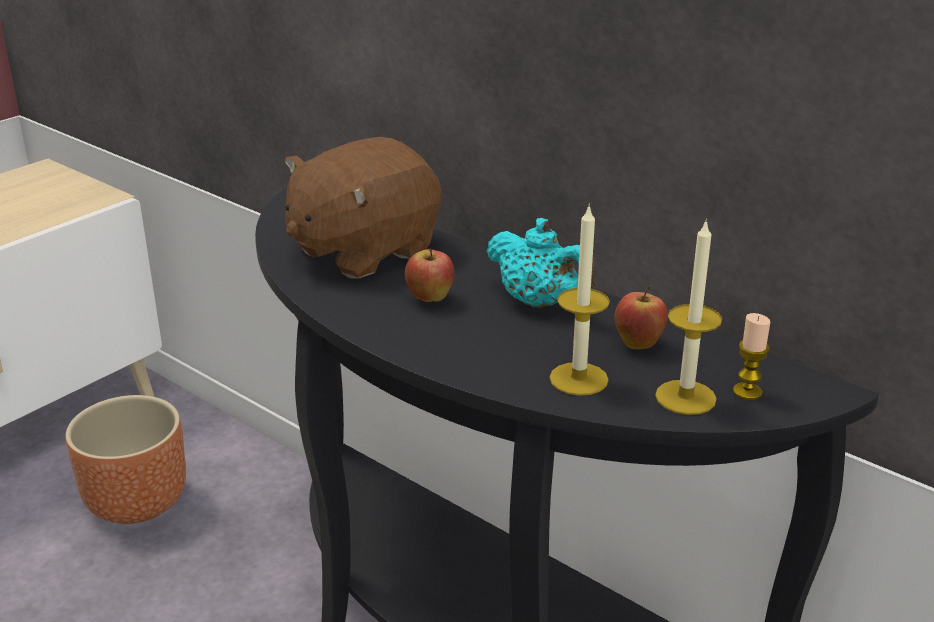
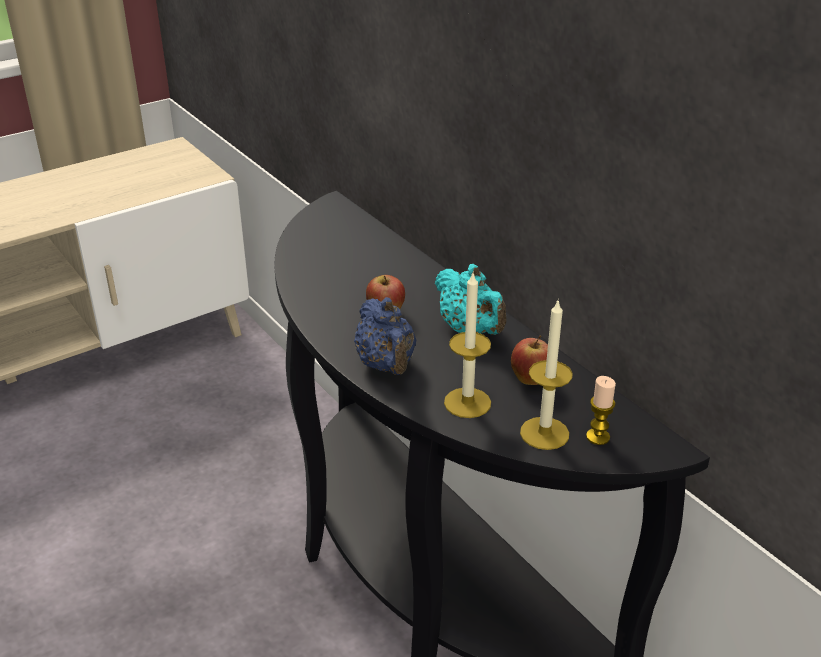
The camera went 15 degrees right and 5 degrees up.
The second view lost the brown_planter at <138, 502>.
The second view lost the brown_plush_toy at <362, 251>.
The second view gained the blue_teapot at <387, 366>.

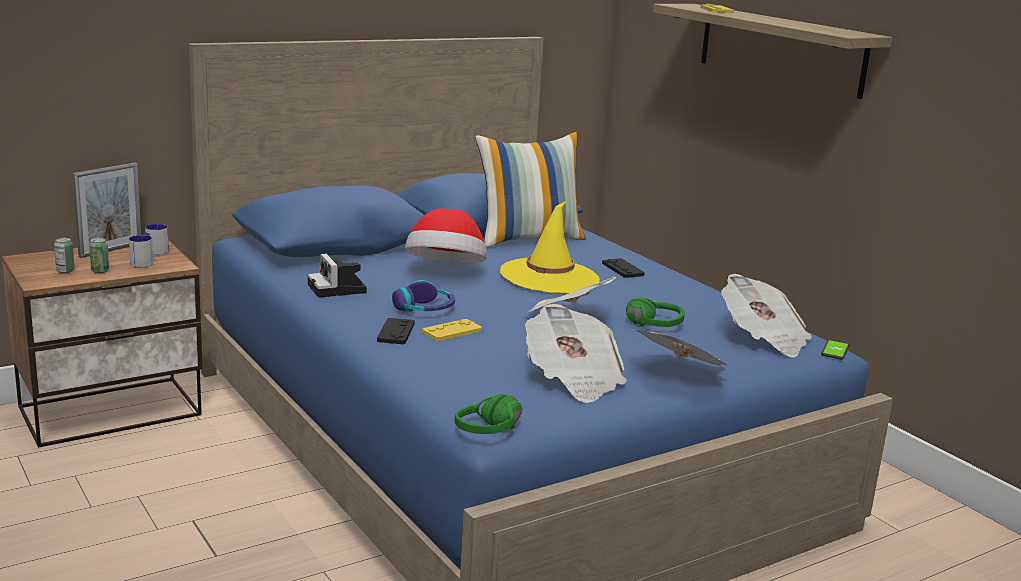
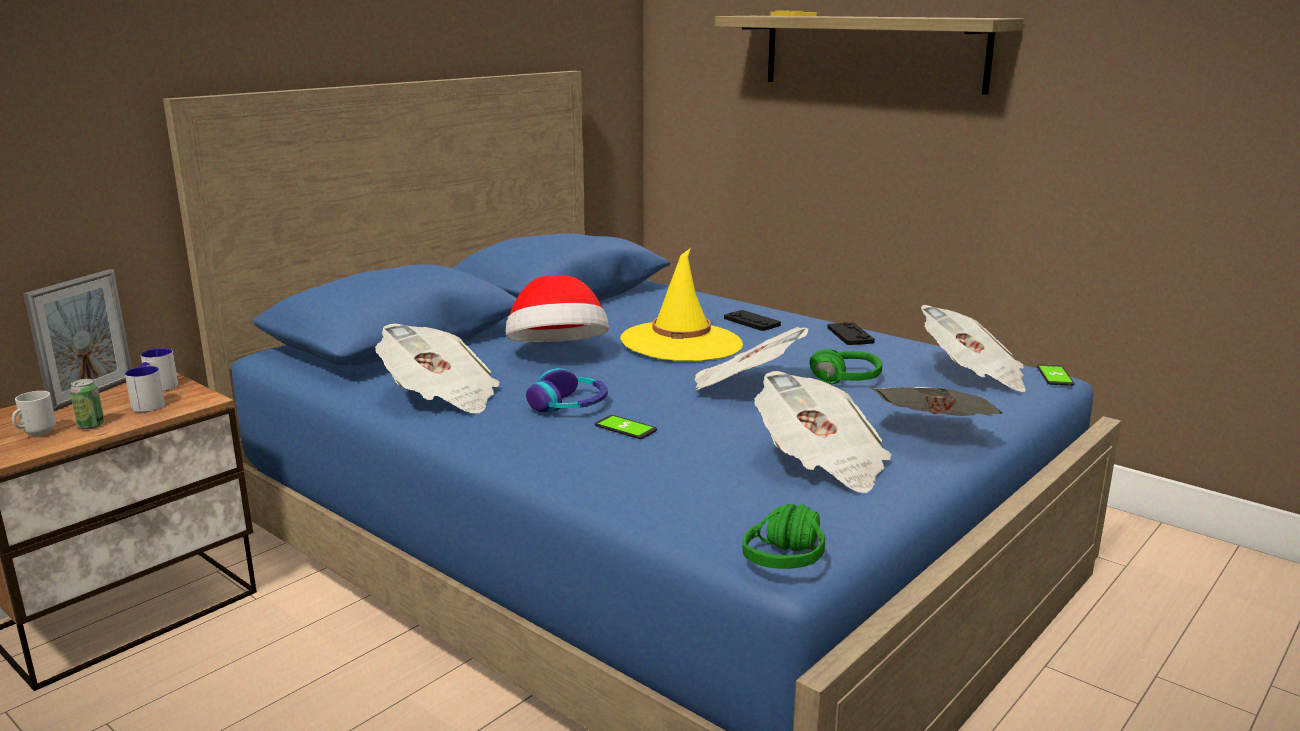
The camera went 15 degrees left and 0 degrees up.
Where the can stood at <65, 271>, the mug came to stand at <37, 434>.
Where the photo_camera stood at <338, 289>, the newspaper came to stand at <442, 397>.
The black_game_controller ended up elsewhere, having gone from <396, 332> to <850, 335>.
Where the yellow_game_controller stood at <452, 331>, the phone came to stand at <625, 428>.
The second view lost the pillow at <529, 238>.

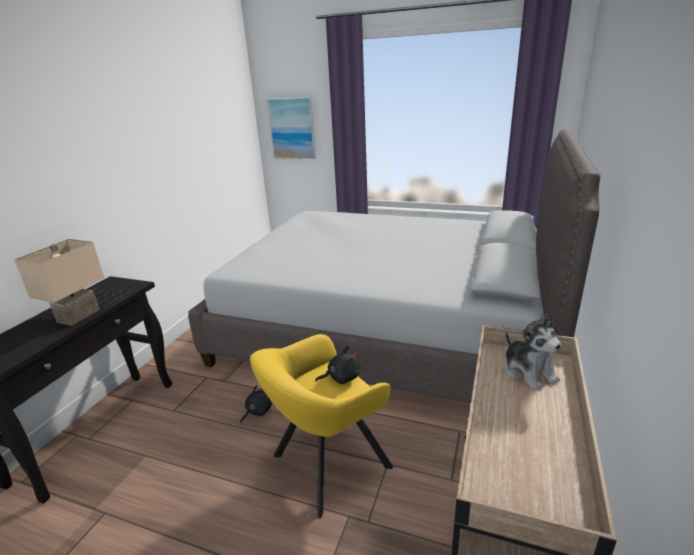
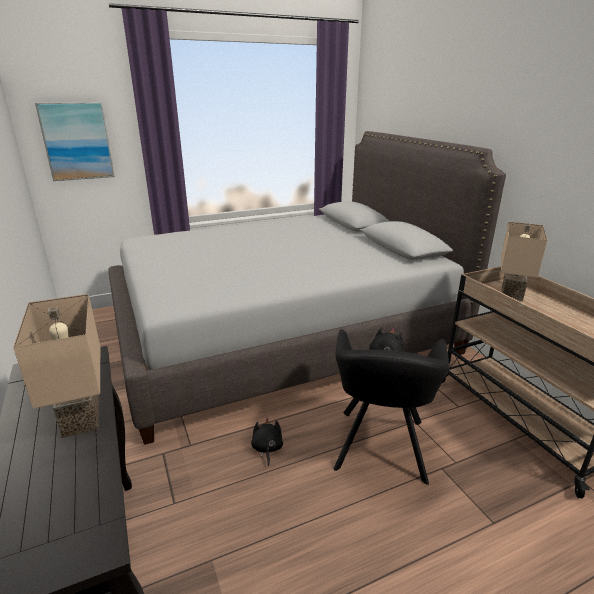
The camera went 45 degrees left and 0 degrees up.
What was the yellow_armchair at <326, 464> turned into the black_armchair at <380, 448>.
Where the plush_toy stood at <528, 372>, the beige_table_lamp came to stand at <510, 293>.

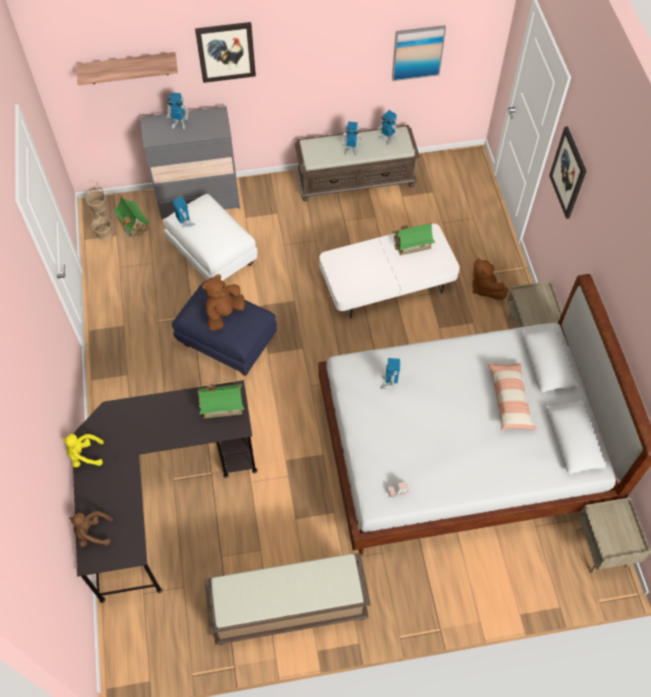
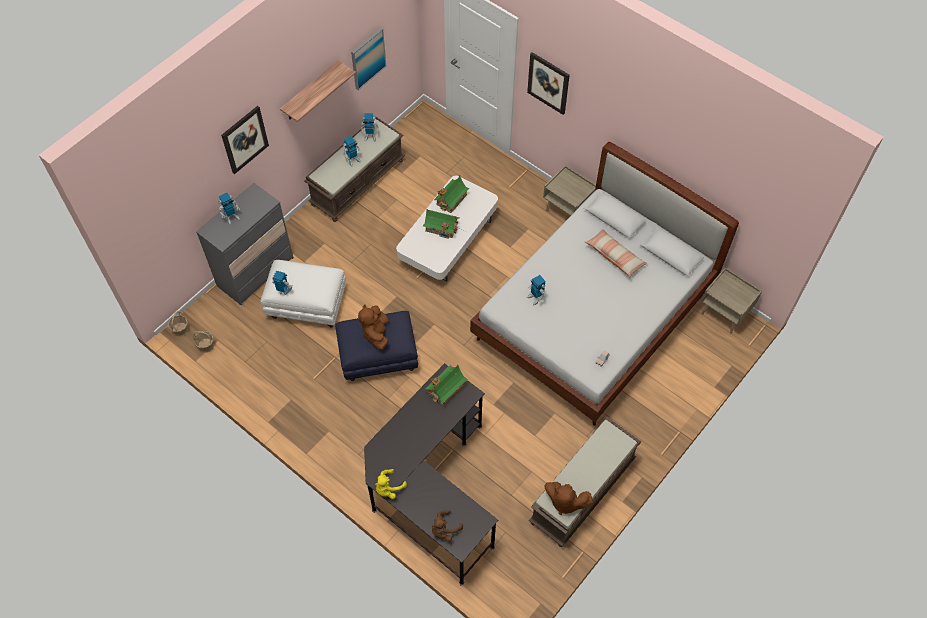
The camera went 40 degrees left and 0 degrees up.
The shelf ended up elsewhere, having gone from <128, 68> to <310, 92>.
The toy_house ended up elsewhere, having gone from <133, 223> to <441, 227>.
The brown_plush_toy ended up elsewhere, having gone from <484, 288> to <565, 501>.

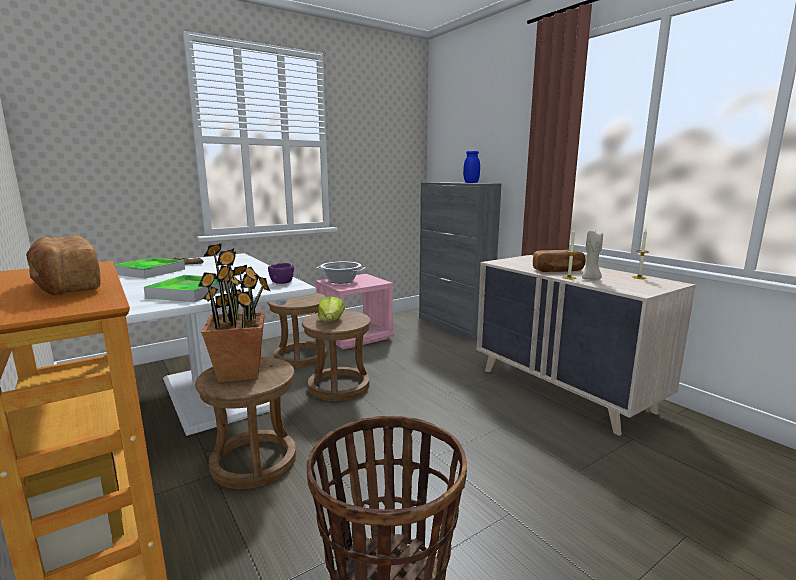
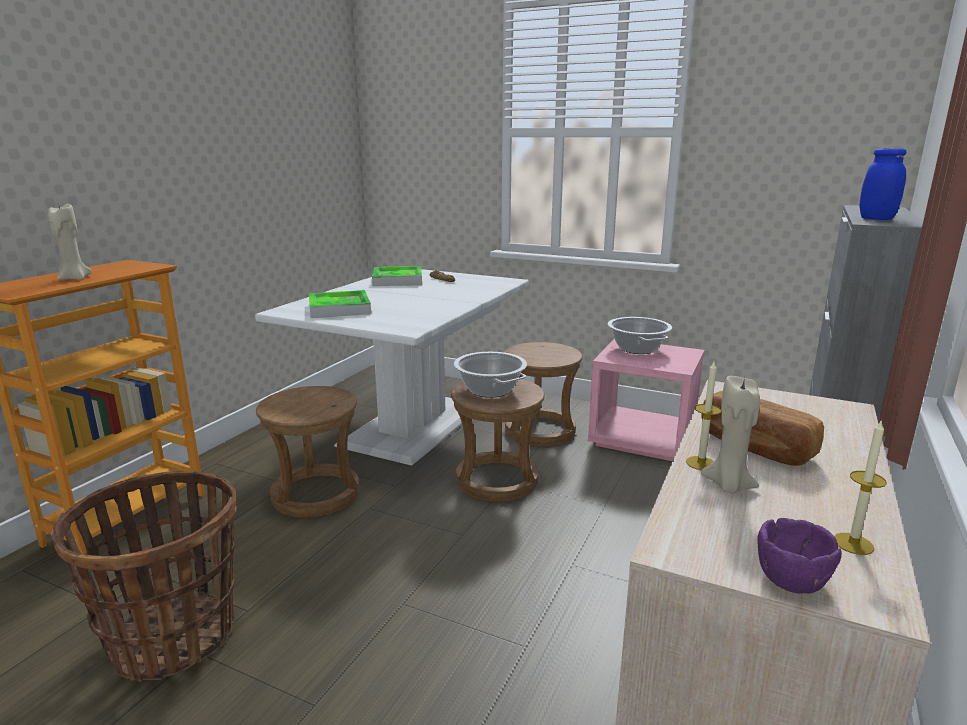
The camera went 60 degrees right and 5 degrees up.
Where the bread stood at <66, 286>, the beige_candle came to stand at <74, 278>.
The second view lost the potted_plant at <241, 372>.
The purple_bowl ended up elsewhere, having gone from <281, 282> to <790, 579>.
Where the lettuce stood at <331, 320>, the cooking_pot came to stand at <490, 390>.

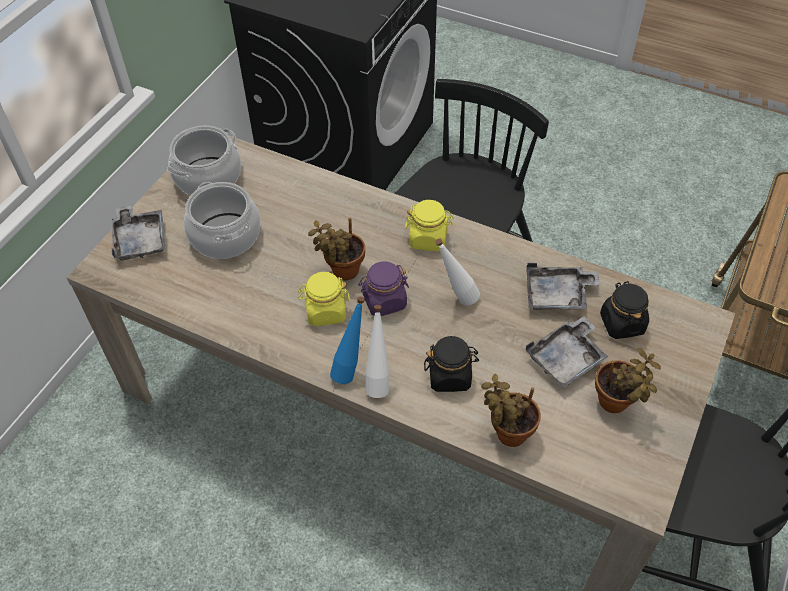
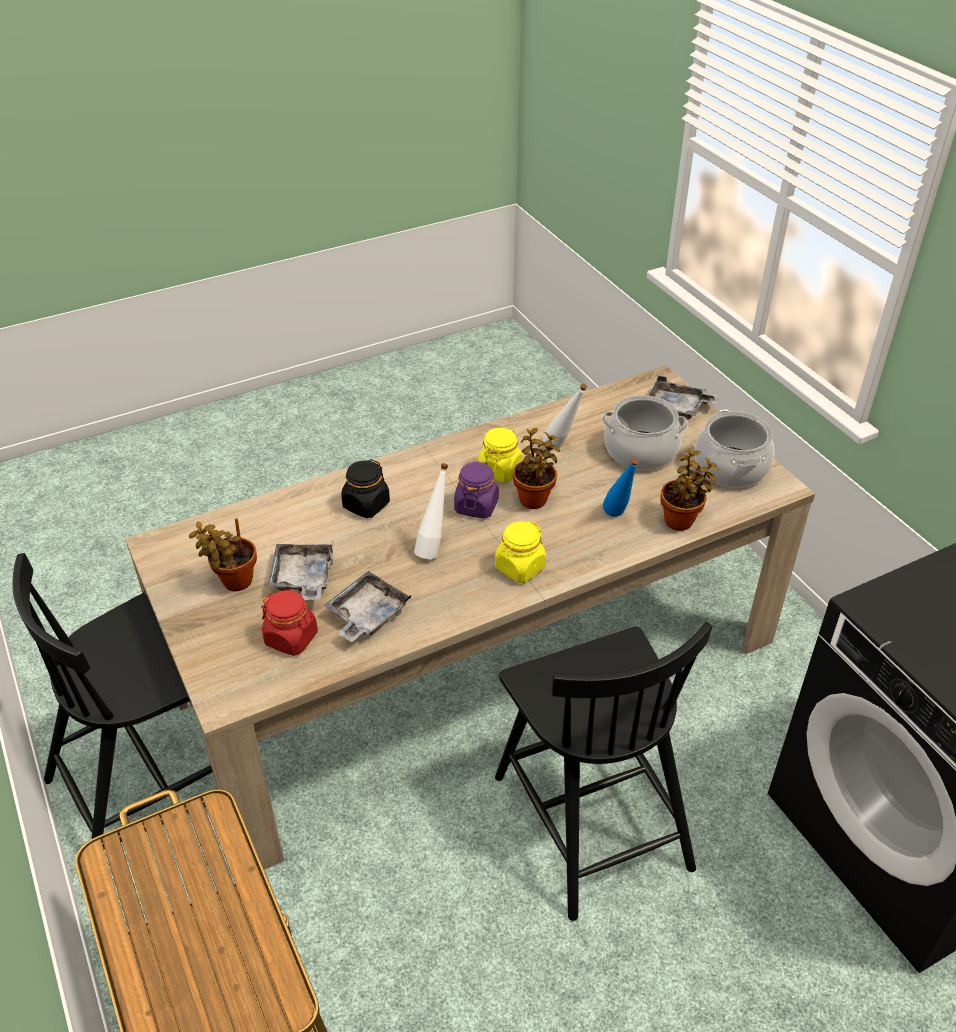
The camera went 125 degrees right and 10 degrees down.
The blue_bottle ended up elsewhere, having gone from <351, 369> to <618, 518>.
The white_bottle ended up elsewhere, having gone from <378, 381> to <562, 448>.
The potted_plant ended up elsewhere, having gone from <507, 433> to <681, 520>.
What was the black_jar at <621, 323> turned into the red_jar at <291, 638>.

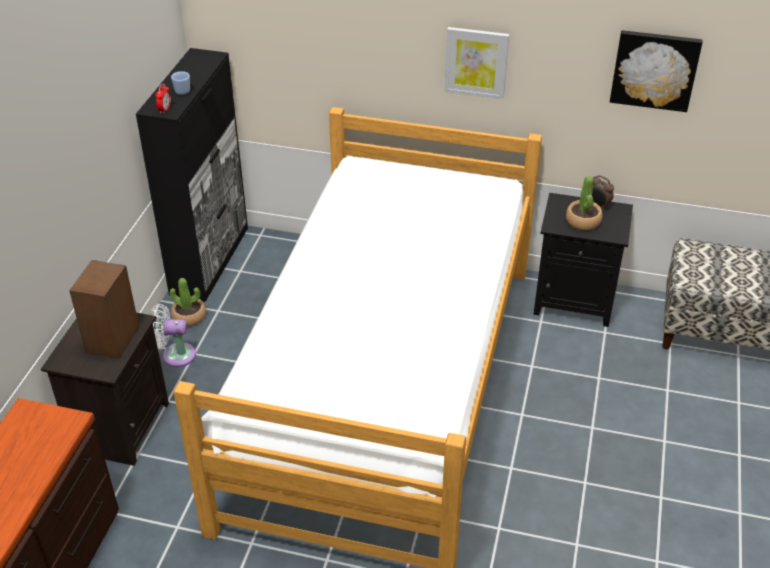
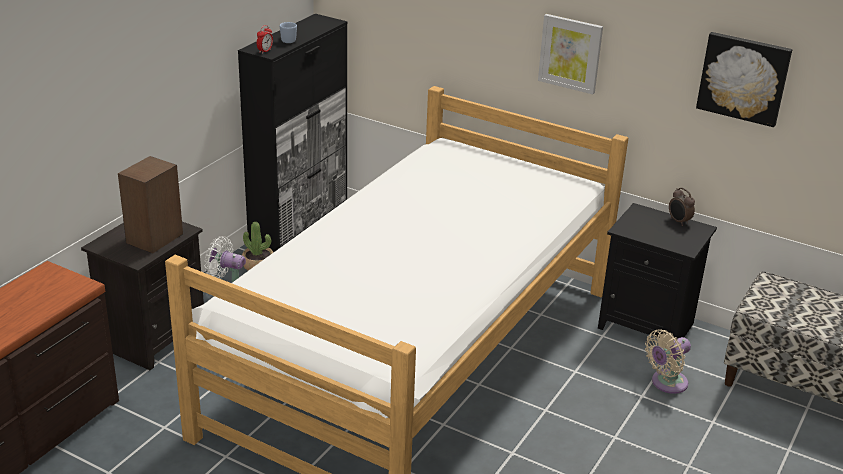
The camera went 15 degrees right and 10 degrees down.
The second view lost the potted_plant at <583, 221>.
The second view gained the beige_fan at <666, 383>.

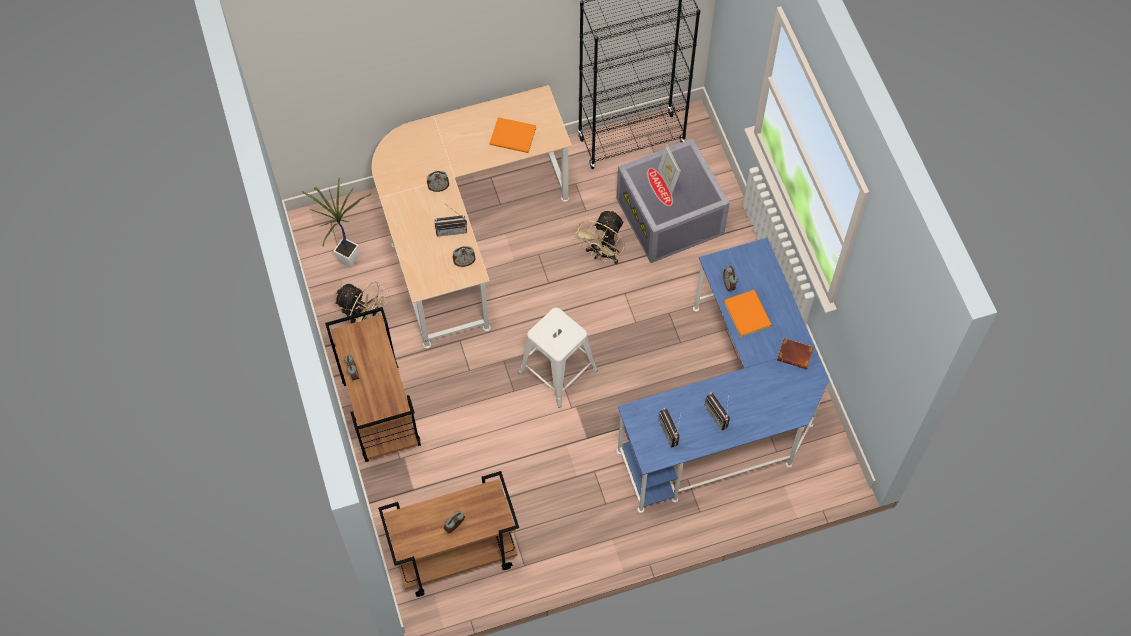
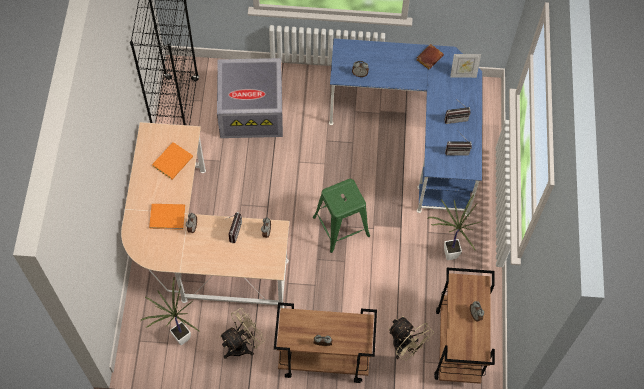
The camera went 70 degrees left and 0 degrees up.
What was the white_stool at <557, 371> turned into the green_stool at <341, 226>.
The beige_fan ended up elsewhere, having gone from <602, 254> to <405, 347>.
The picture_frame ended up elsewhere, having gone from <667, 181> to <463, 75>.
The orange_book ended up elsewhere, having gone from <748, 312> to <166, 216>.
The second view gained the potted_plant at <447, 254>.

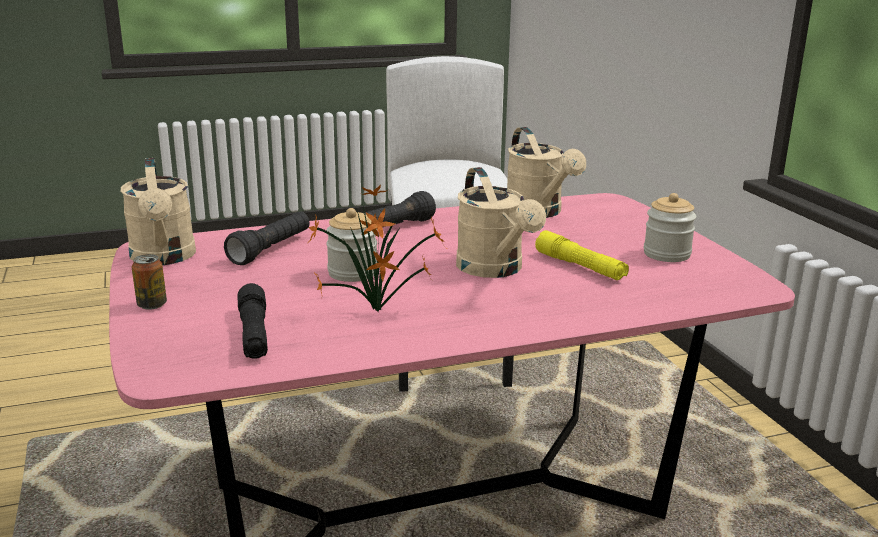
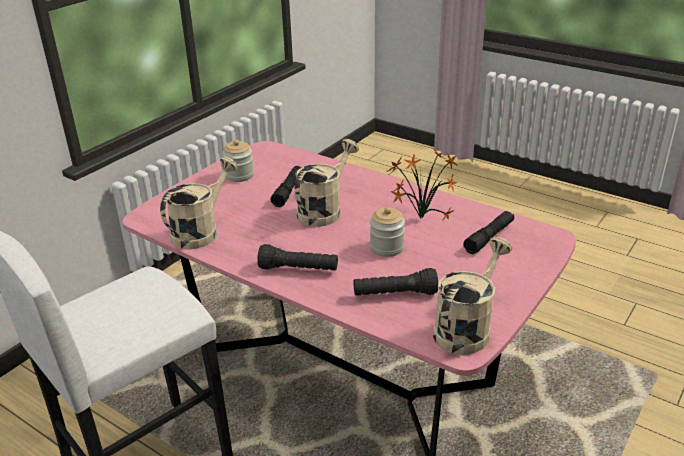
The camera went 125 degrees left and 10 degrees up.
The second view lost the can at <152, 305>.
What was the yellow_flashlight at <580, 267> turned into the black_flashlight at <288, 191>.

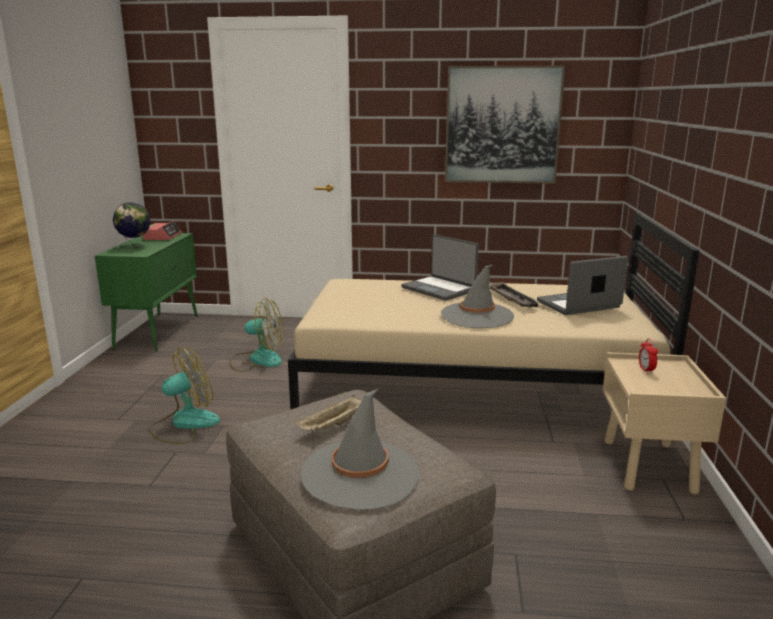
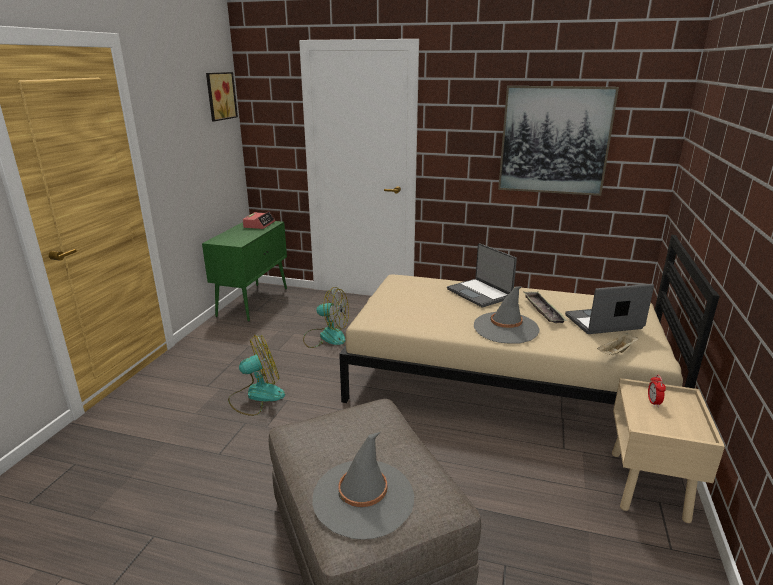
The camera went 10 degrees right and 5 degrees up.
The second view lost the globe at <135, 246>.
The beige_tray ended up elsewhere, having gone from <332, 426> to <616, 352>.
The second view gained the picture at <219, 96>.

